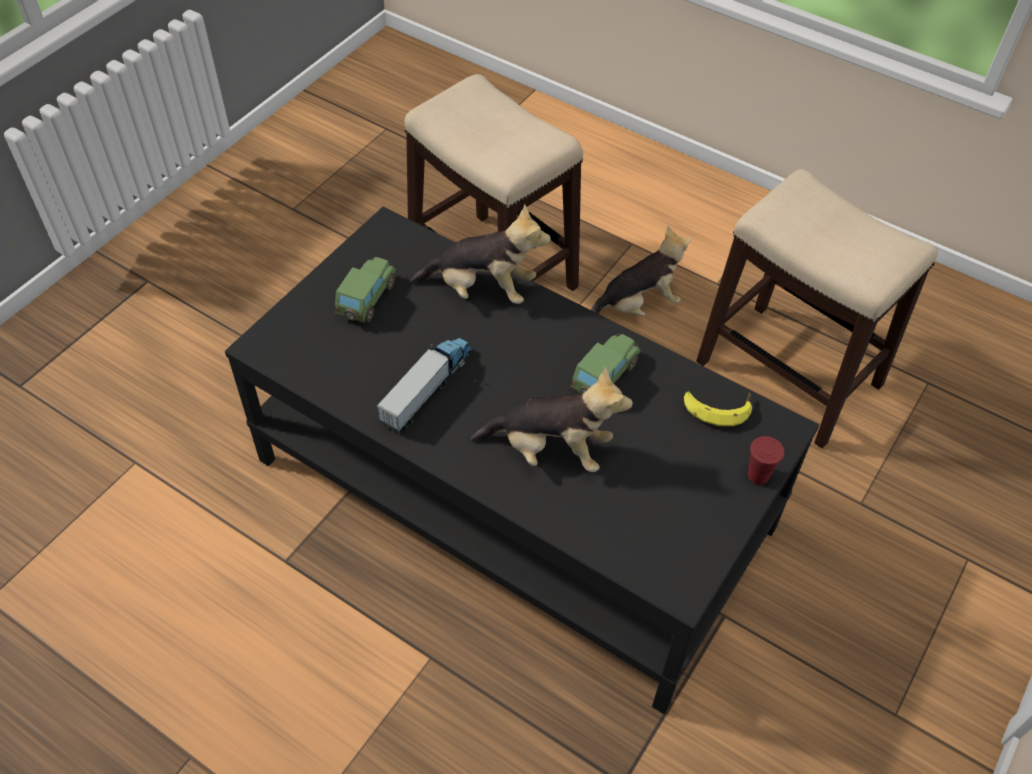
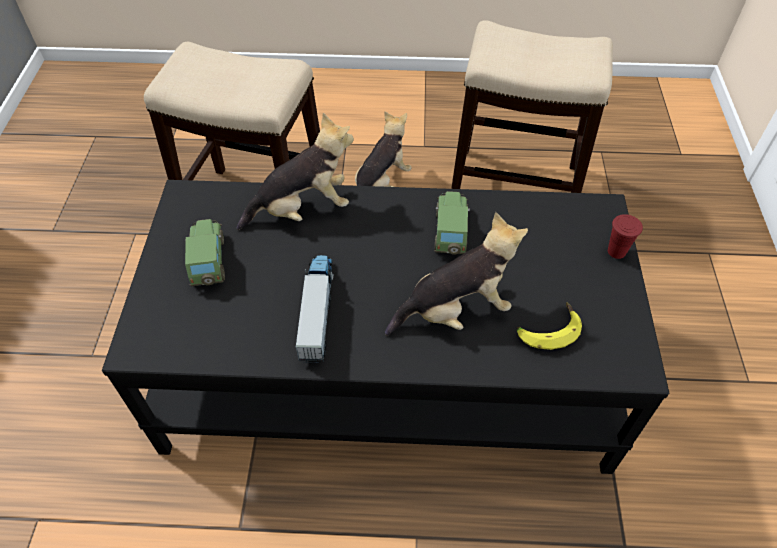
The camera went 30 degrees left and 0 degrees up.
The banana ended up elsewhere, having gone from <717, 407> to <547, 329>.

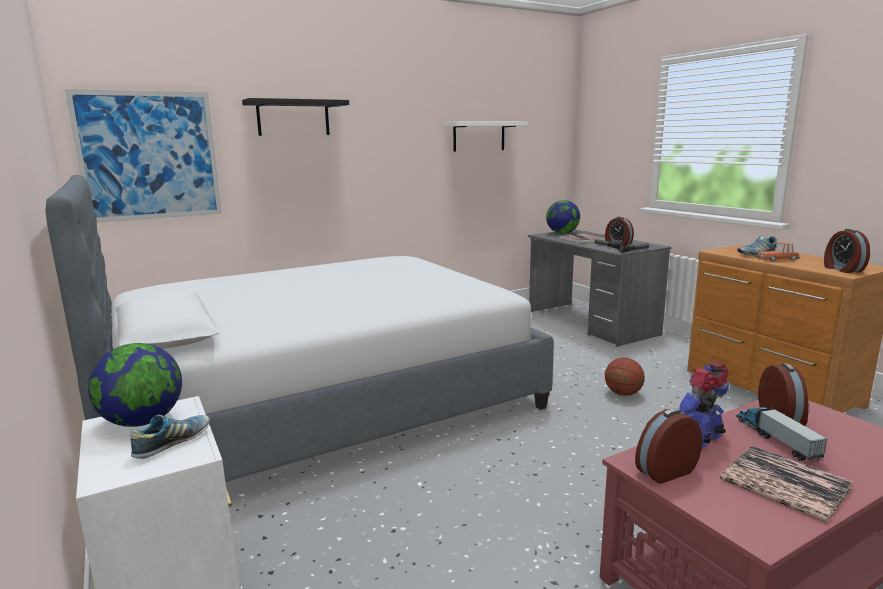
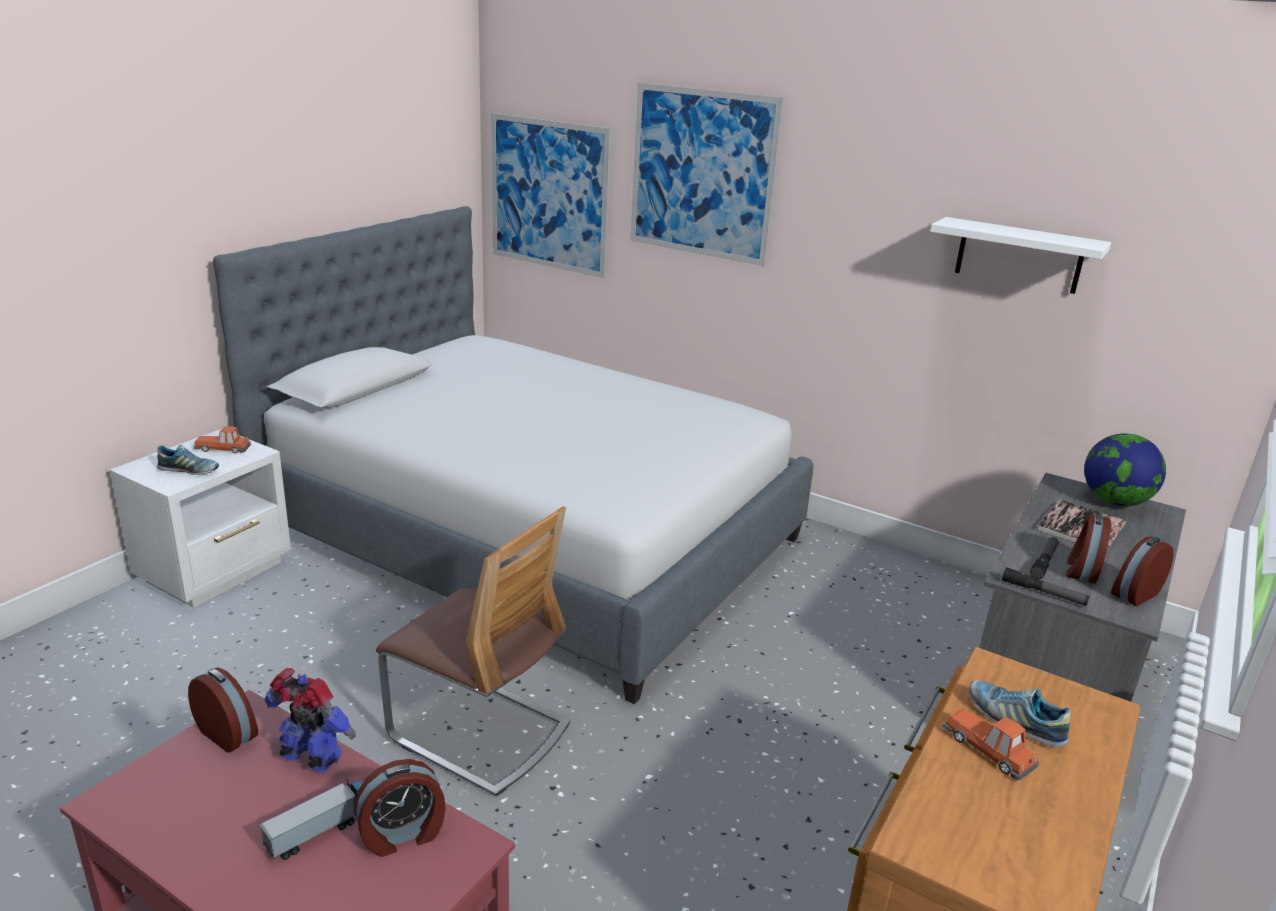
The camera went 60 degrees right and 10 degrees up.
Where the globe stood at <142, 421>, the toy_car came to stand at <223, 448>.
Where the black_shelf hung at <293, 118>, the picture came to hang at <702, 174>.
The second view lost the basketball at <623, 394>.
The second view lost the book at <784, 483>.
The alarm_clock ended up elsewhere, having gone from <842, 269> to <1133, 593>.
The second view gained the chair at <479, 732>.

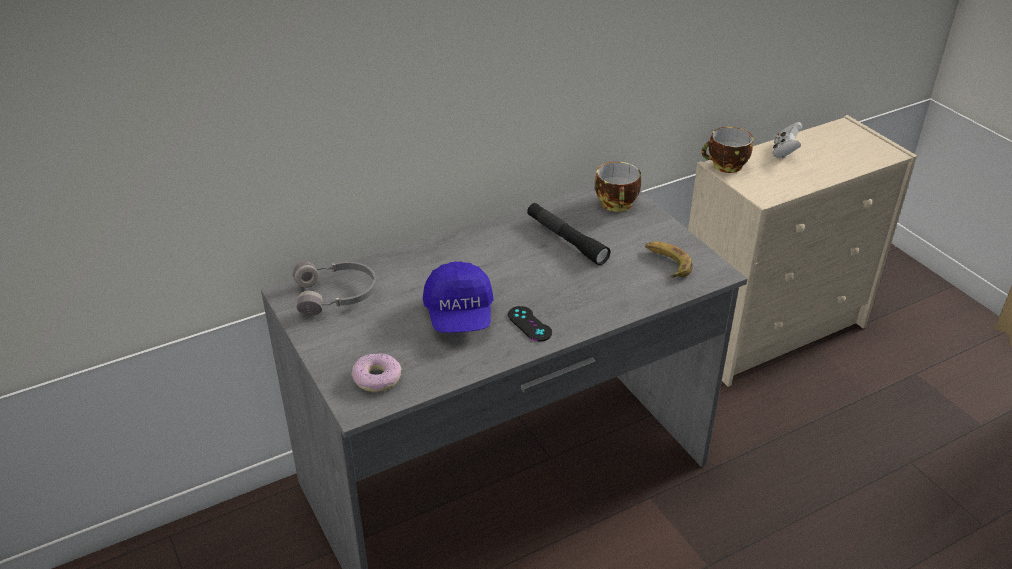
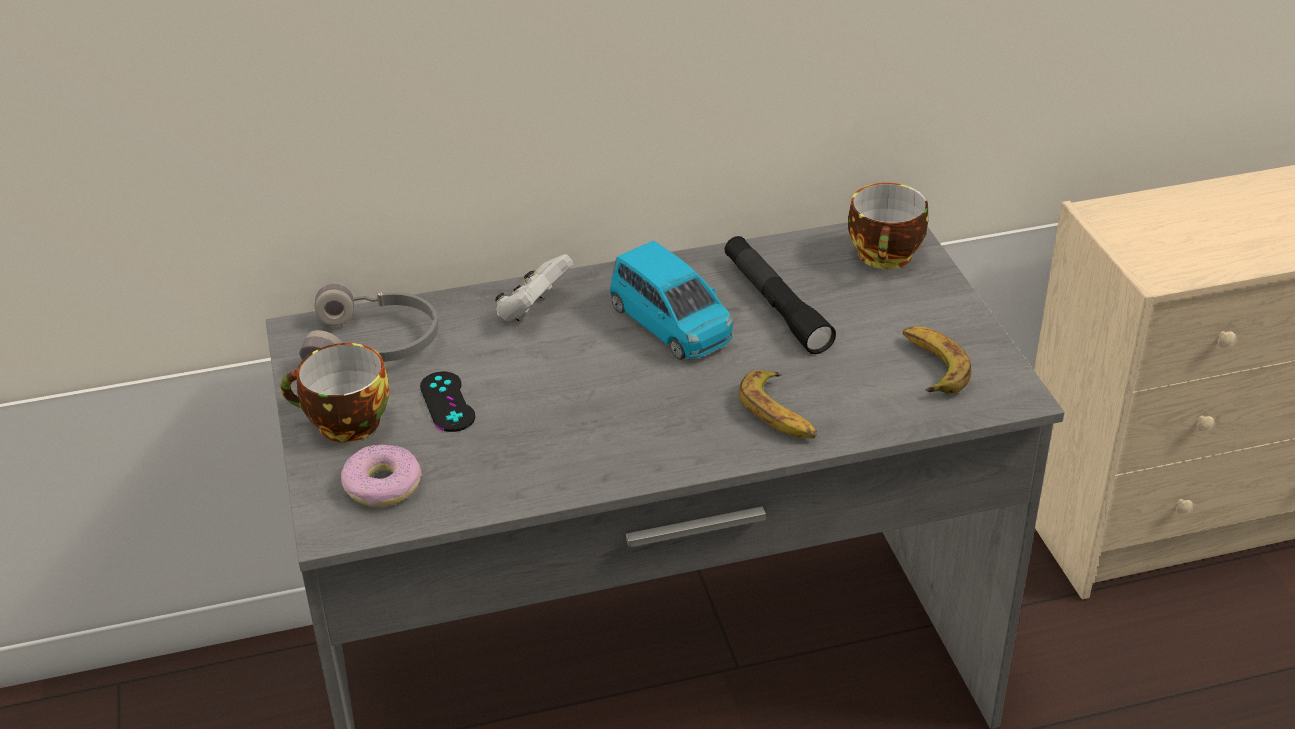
The camera went 15 degrees right and 0 degrees up.
The second view lost the blue_cap at <459, 315>.
The black_game_controller ended up elsewhere, having gone from <529, 324> to <447, 402>.
The cup ended up elsewhere, having gone from <725, 166> to <344, 424>.
The white_game_controller ended up elsewhere, having gone from <784, 152> to <533, 309>.
The second view gained the blue_toy_car at <671, 325>.
The second view gained the banana at <779, 414>.

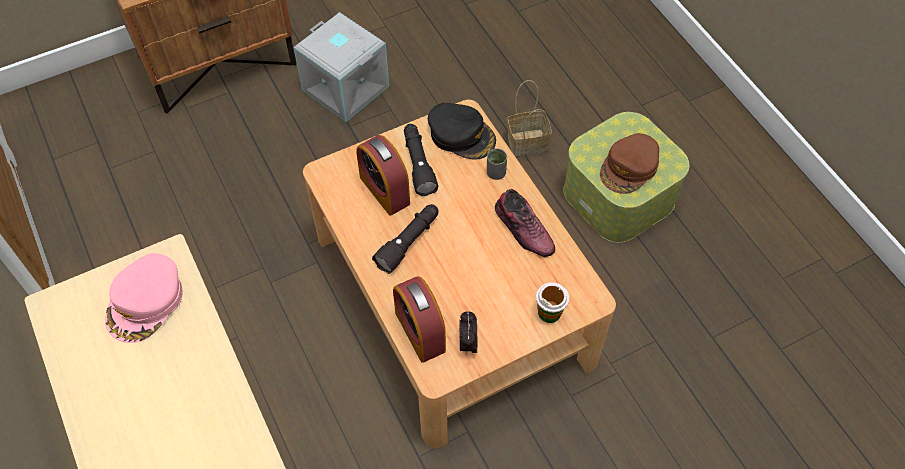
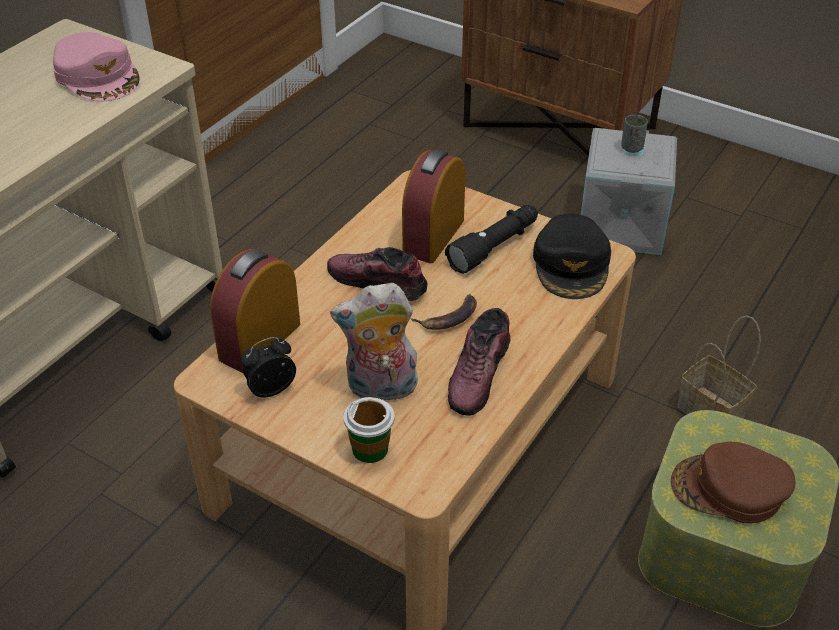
The camera went 60 degrees right and 15 degrees down.
The pink_cap at <146, 302> ended up facing another way, 120 degrees counterclockwise from before.
Where the black_flashlight stood at <409, 242>, the shoe came to stand at <377, 283>.
The grey_cup ended up elsewhere, having gone from <496, 173> to <631, 148>.
The second view gained the plush_toy at <380, 389>.
The second view gained the banana at <449, 317>.

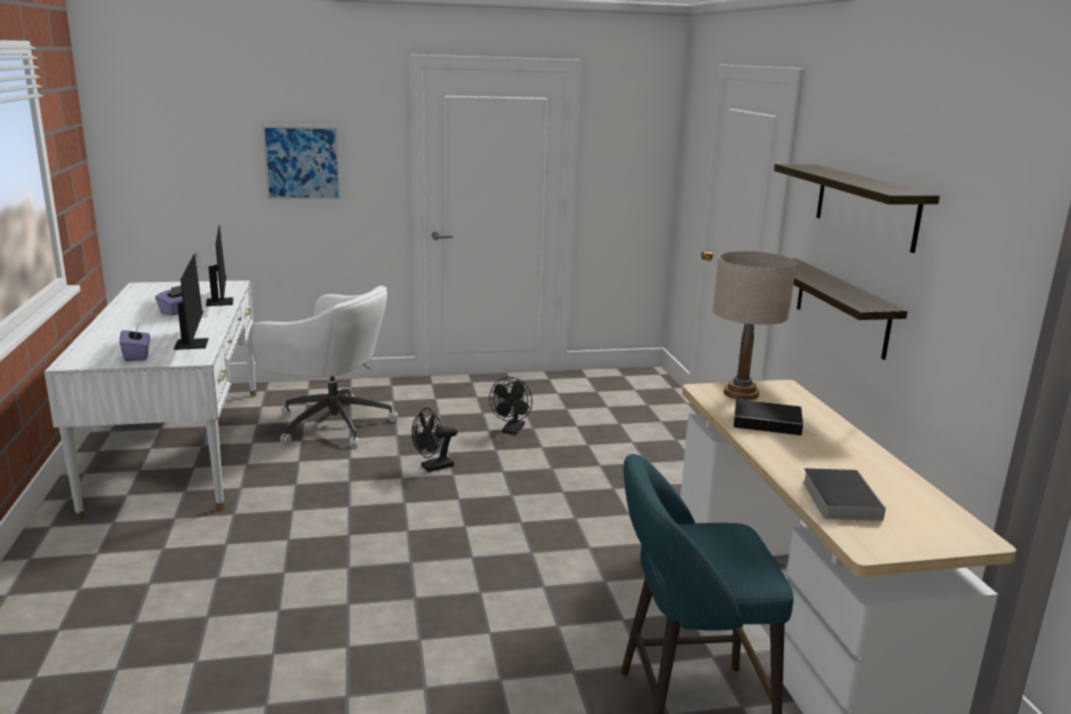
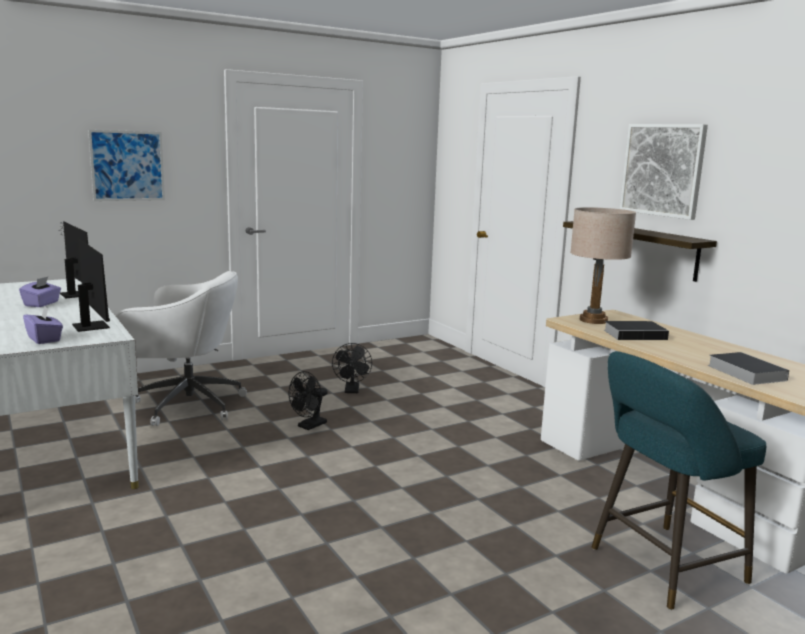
The camera went 20 degrees left and 5 degrees down.
Where the shelf hung at <866, 206>, the picture came to hang at <662, 170>.

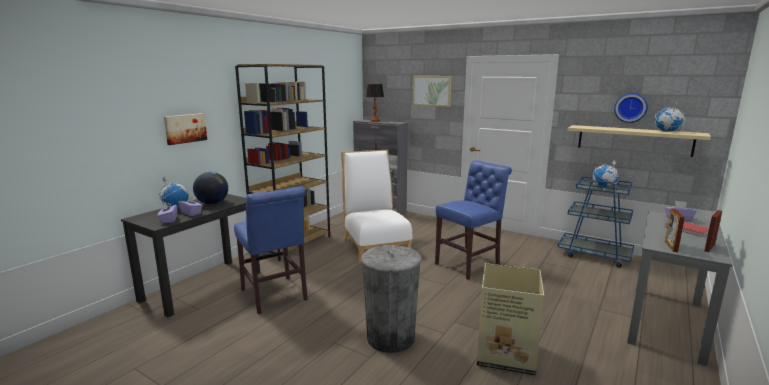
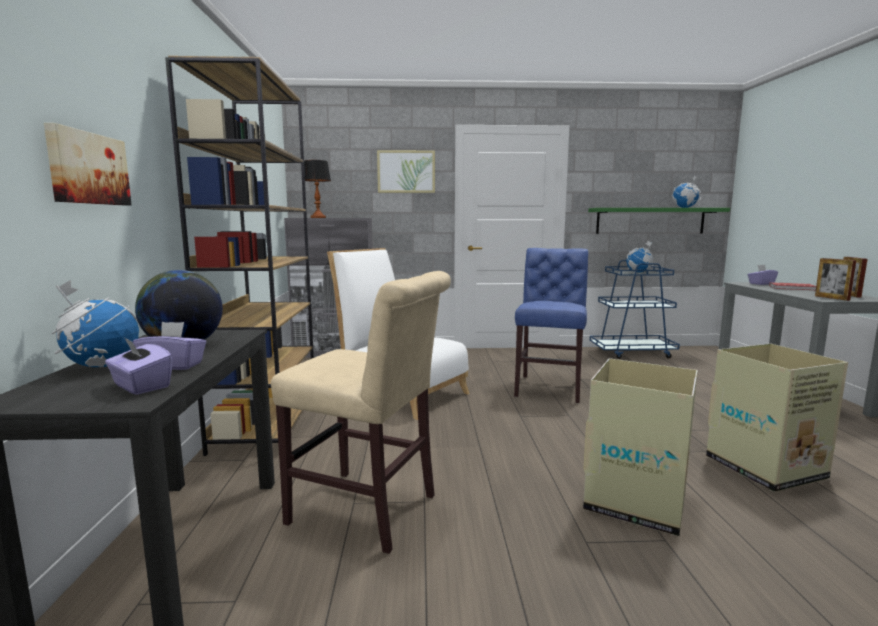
The camera went 35 degrees left and 5 degrees down.
What was the blue_chair at <275, 296> turned into the beige_chair at <370, 511>.
Where the grey_trash_can stood at <391, 337>, the cardboard_box came to stand at <636, 501>.
What was the beige_shelf at <633, 140> turned into the green_shelf at <650, 221>.
The second view lost the wall_clock at <630, 107>.

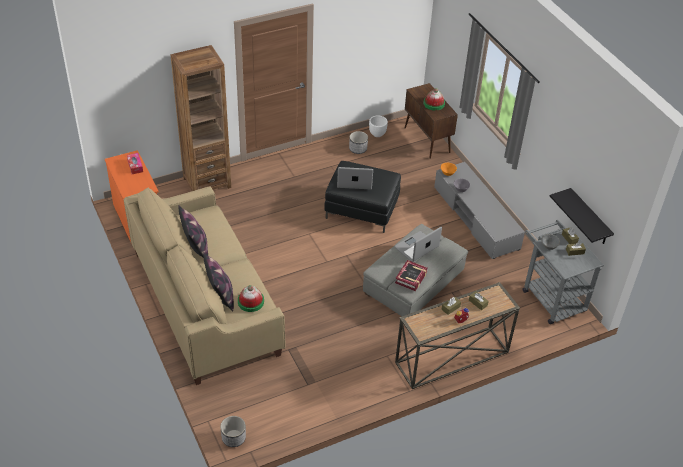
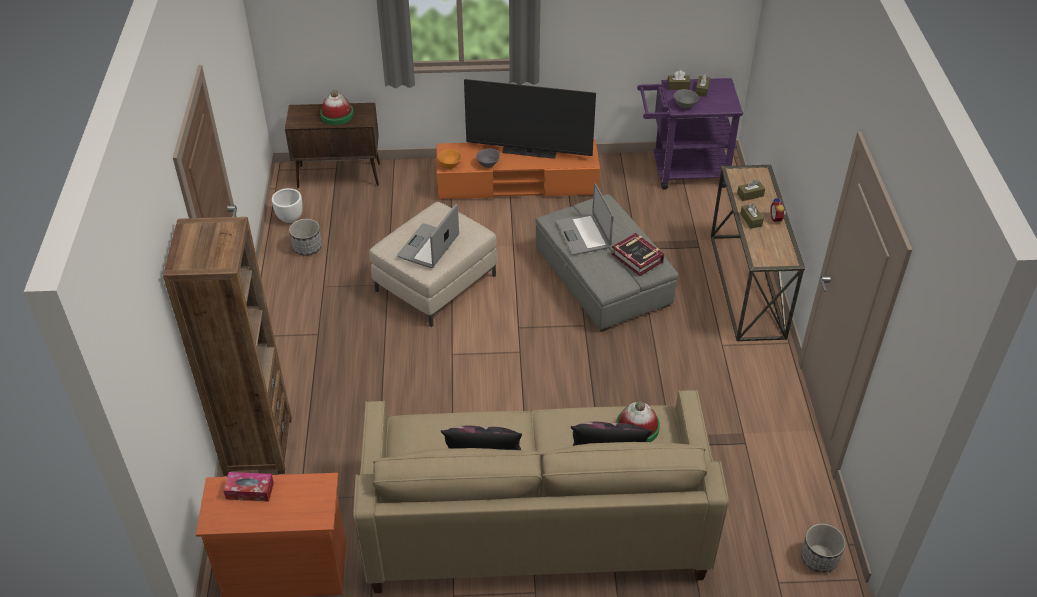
The camera went 65 degrees left and 0 degrees up.
What was the black_ottoman at <361, 209> turned into the beige_ottoman at <436, 283>.
What was the grey_tv_stand at <476, 218> turned into the orange_tv_stand at <517, 183>.
What was the grey_cart at <550, 297> turned into the purple_cart at <682, 171>.
The second view lost the black_shelf at <589, 218>.
The second view gained the television at <529, 153>.

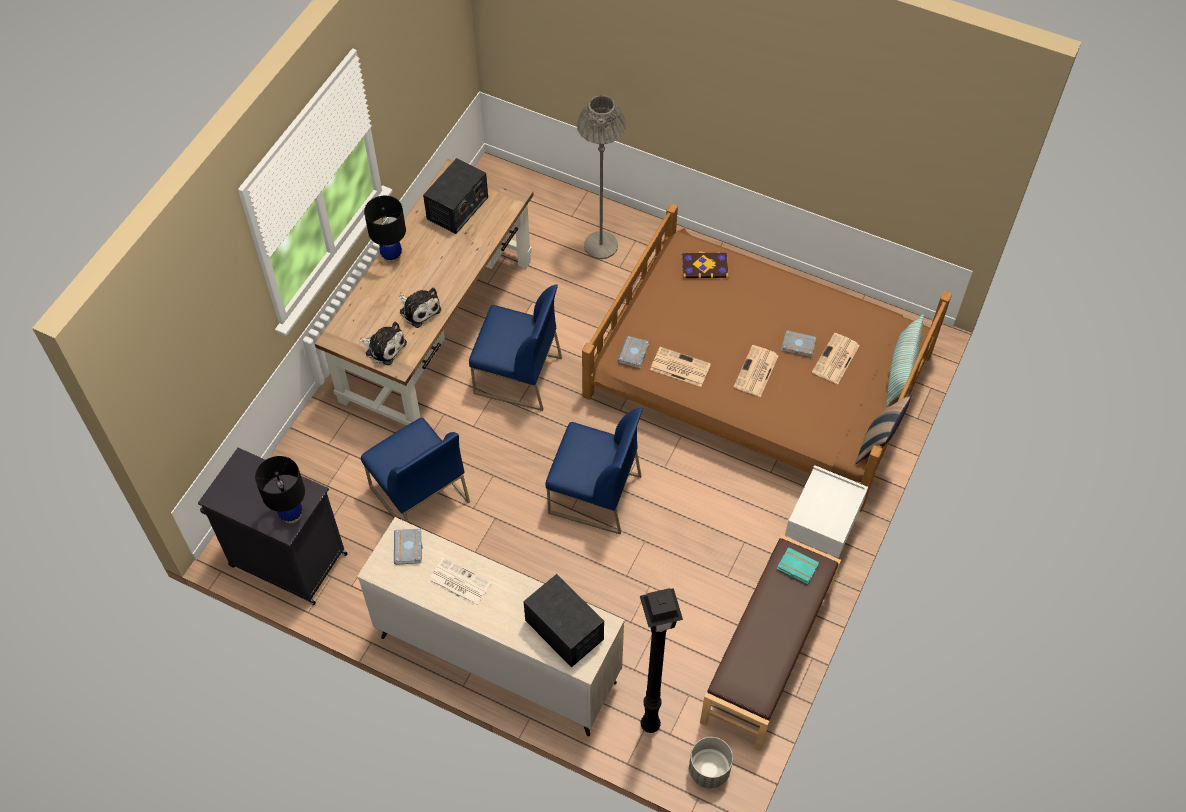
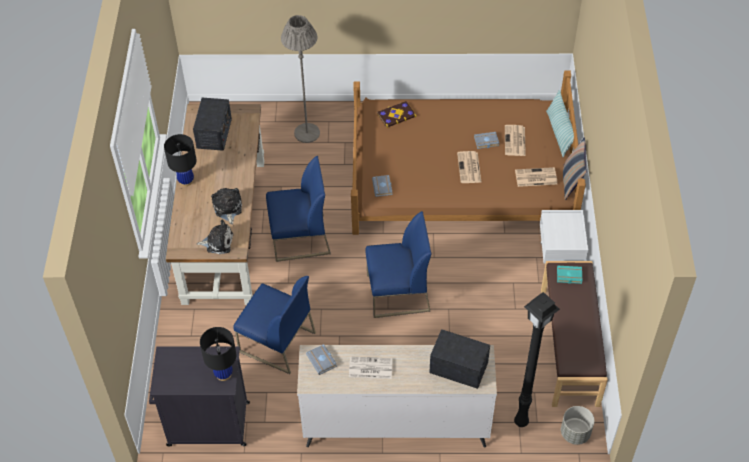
The camera went 25 degrees left and 5 degrees down.
The plush_toy at <419, 309> ended up facing another way, 120 degrees counterclockwise from before.
The newspaper ended up elsewhere, having gone from <679, 367> to <535, 177>.

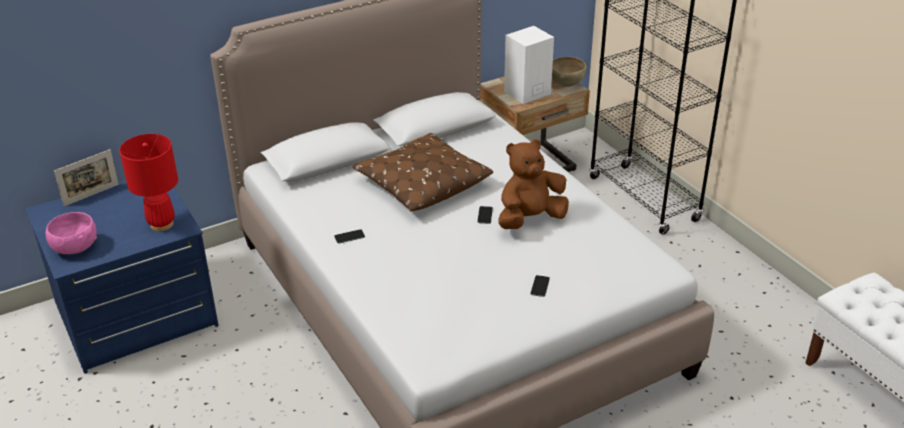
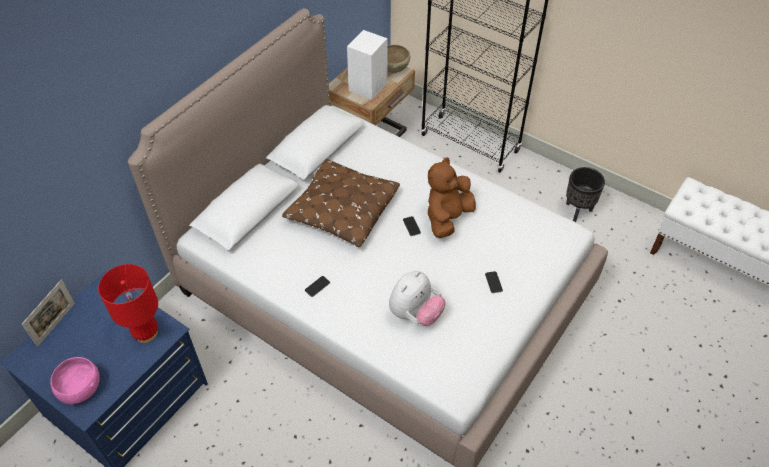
The camera went 25 degrees left and 15 degrees up.
The second view gained the plush_toy at <415, 314>.
The second view gained the black_planter at <578, 211>.

